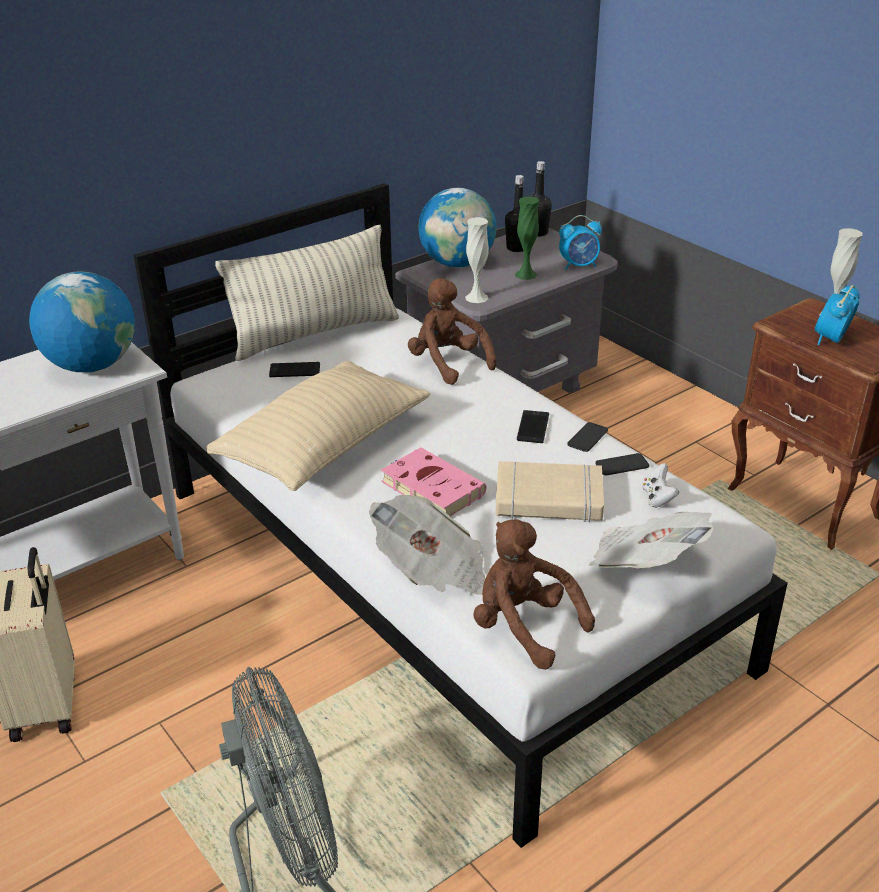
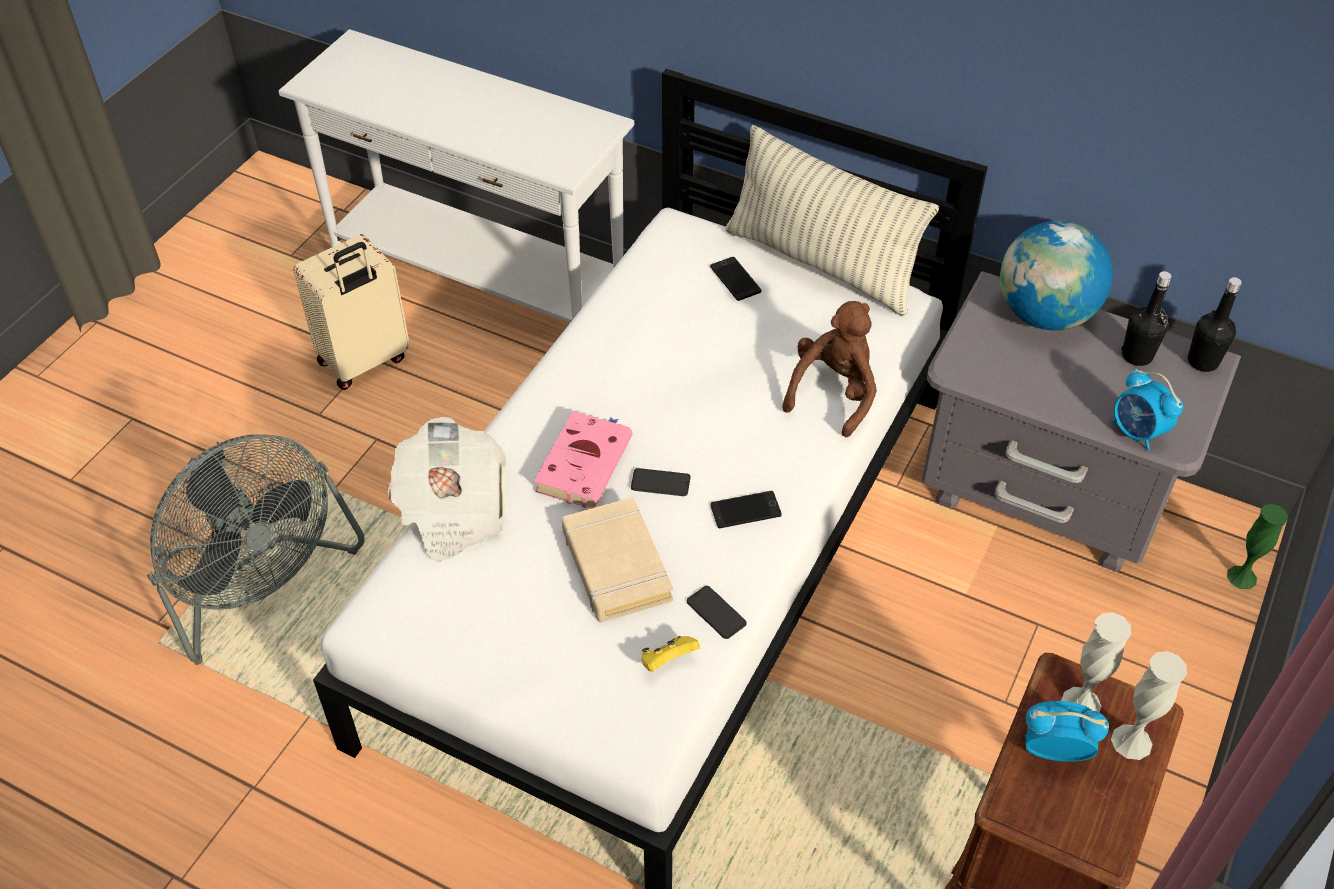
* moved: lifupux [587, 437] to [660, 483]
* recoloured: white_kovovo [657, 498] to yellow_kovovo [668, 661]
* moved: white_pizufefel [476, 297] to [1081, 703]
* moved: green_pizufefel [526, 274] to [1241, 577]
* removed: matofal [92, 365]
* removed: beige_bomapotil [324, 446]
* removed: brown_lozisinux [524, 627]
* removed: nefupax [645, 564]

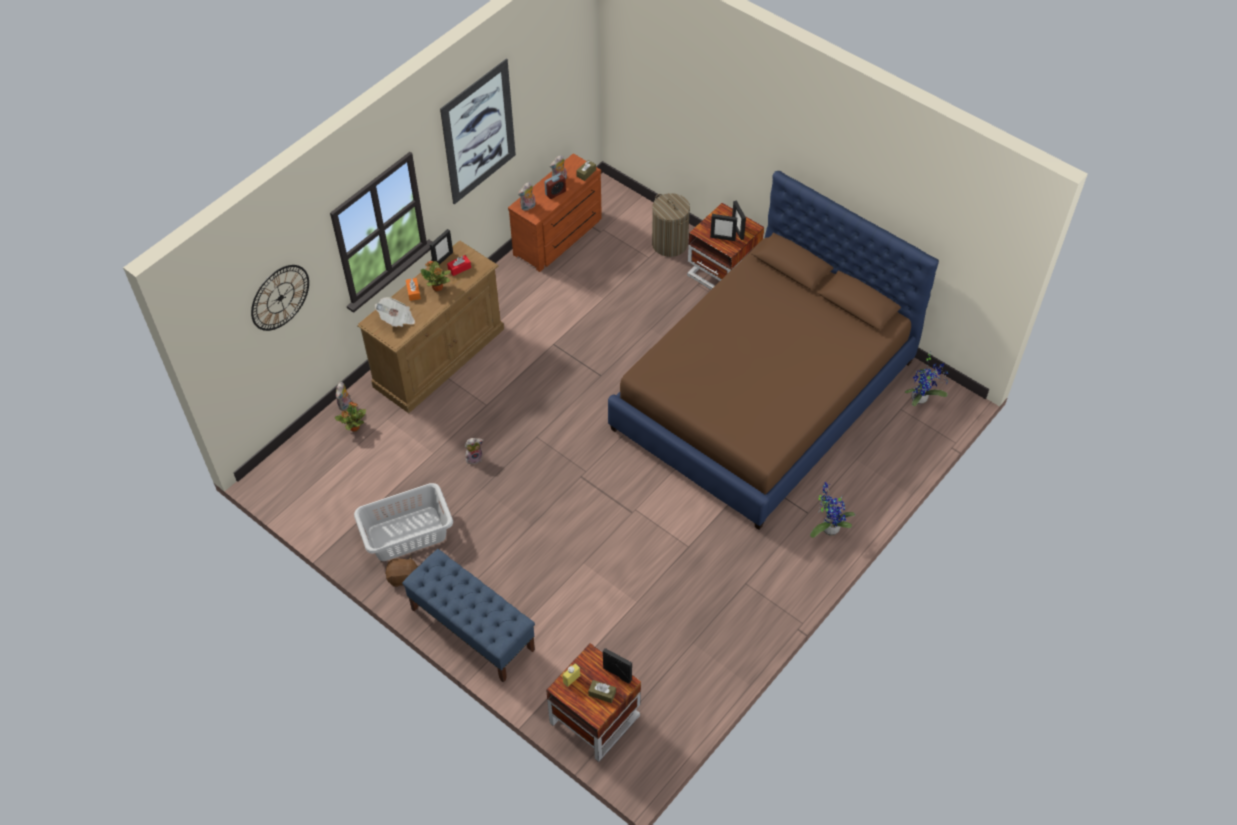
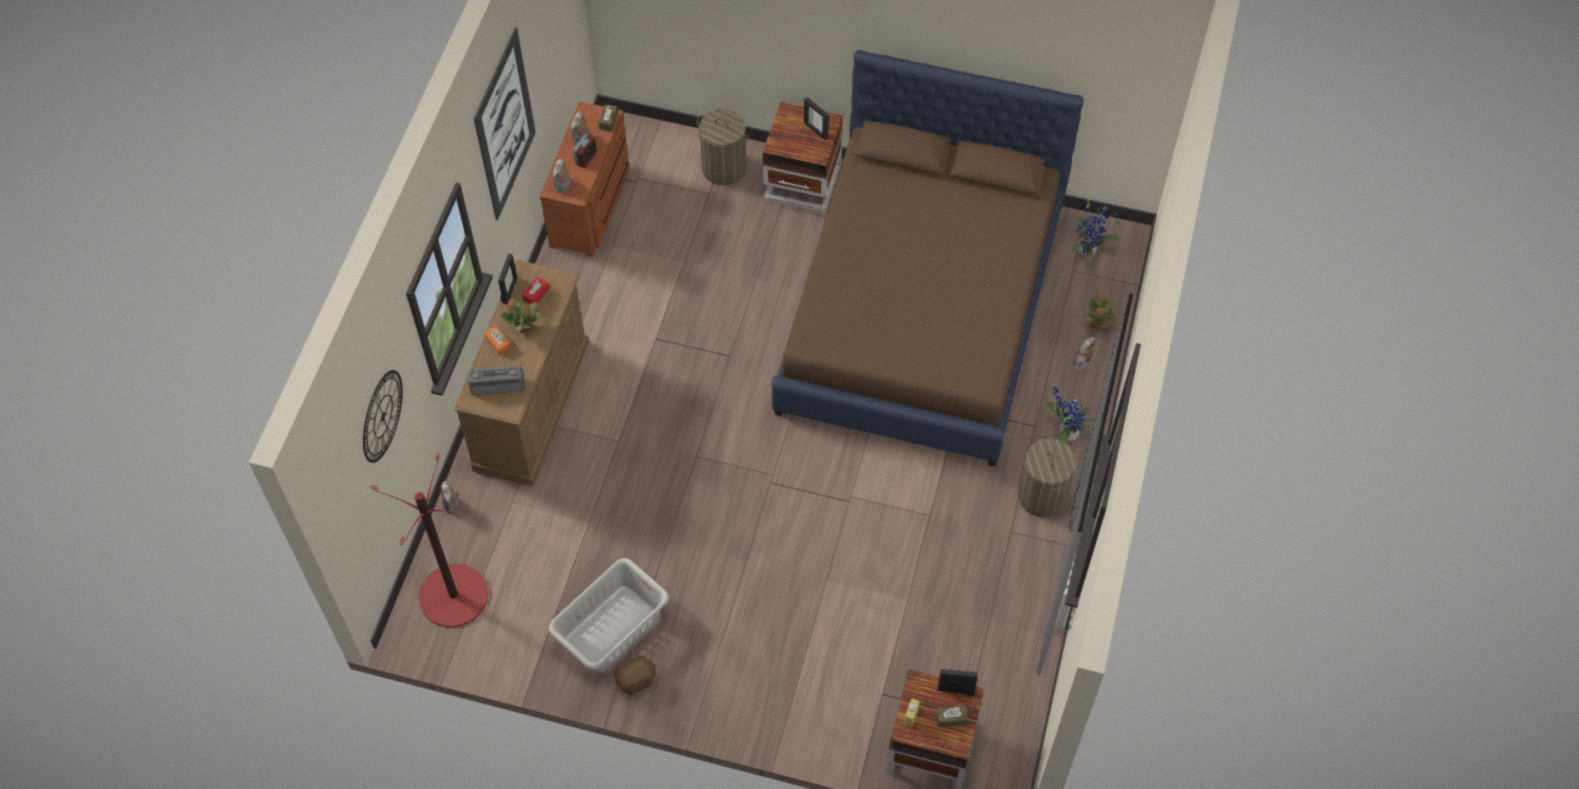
* added: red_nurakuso [453, 595]
* replaced: nefupax [397, 319] to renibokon [497, 384]
* added: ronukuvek [1042, 495]
* moved: lozisinux [474, 457] to [1081, 361]
* moved: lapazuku [354, 428] to [1096, 325]
* removed: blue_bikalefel [472, 629]
* removed: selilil [722, 237]

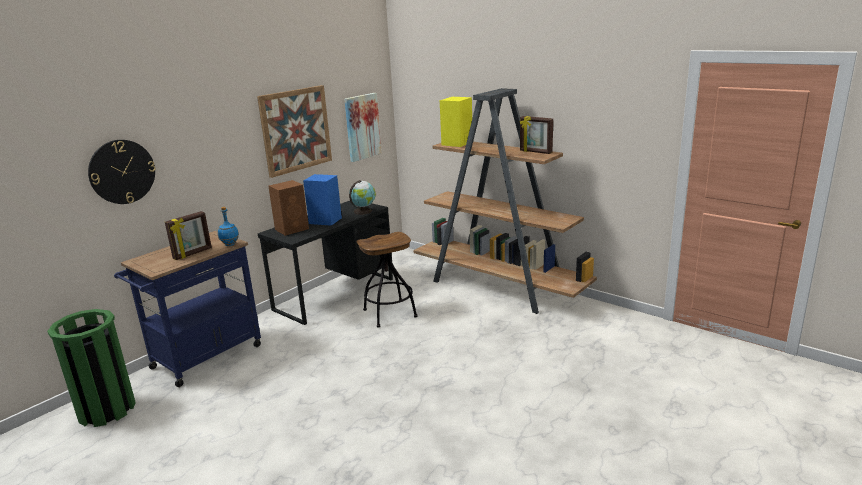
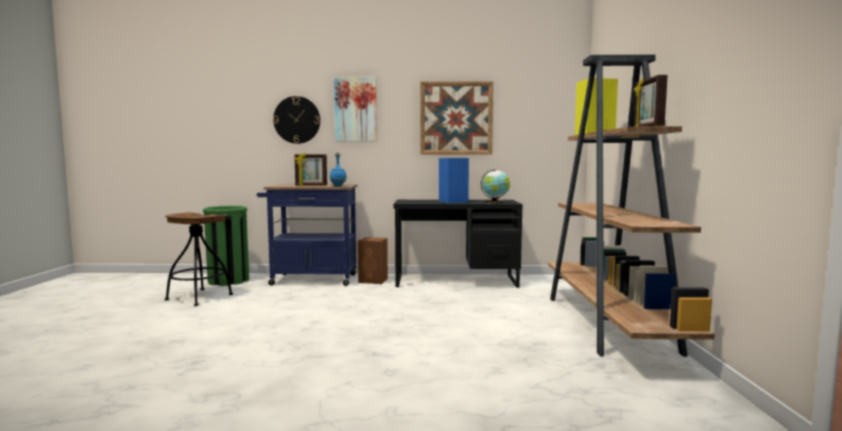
* moved: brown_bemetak [389, 313] to [199, 297]
* moved: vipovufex [362, 127] to [355, 109]
* moved: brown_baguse [292, 229] to [374, 280]

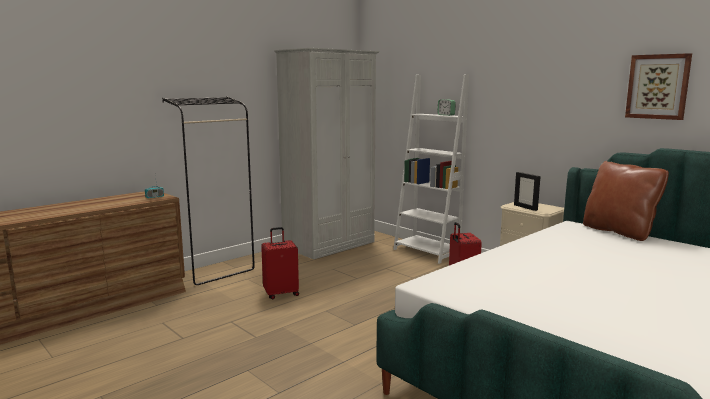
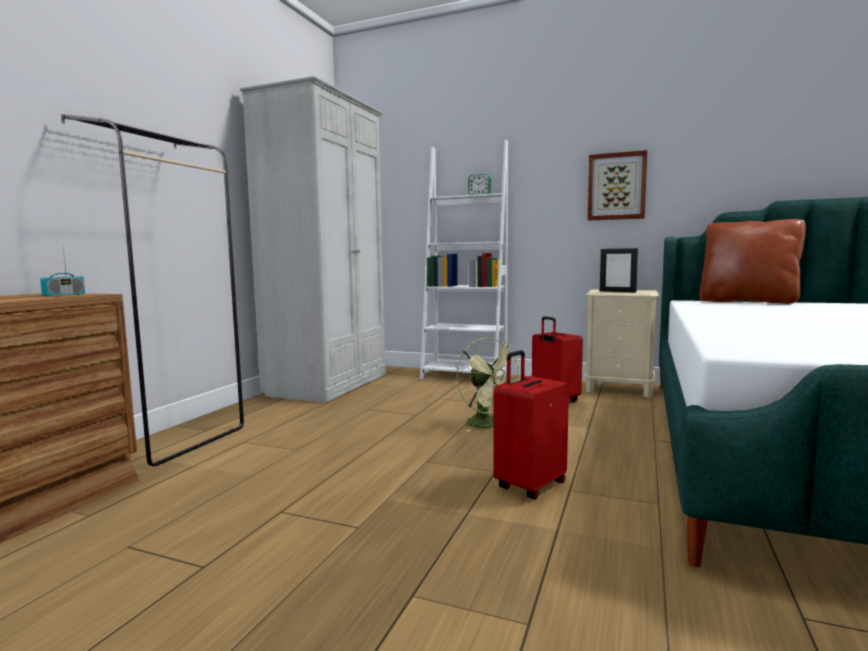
* added: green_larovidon [489, 425]
* moved: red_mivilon [281, 294] to [529, 485]
* moved: vipovufex [658, 86] to [616, 186]

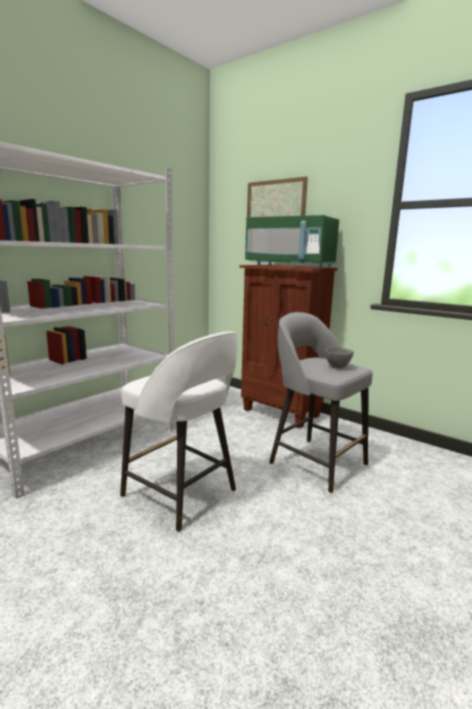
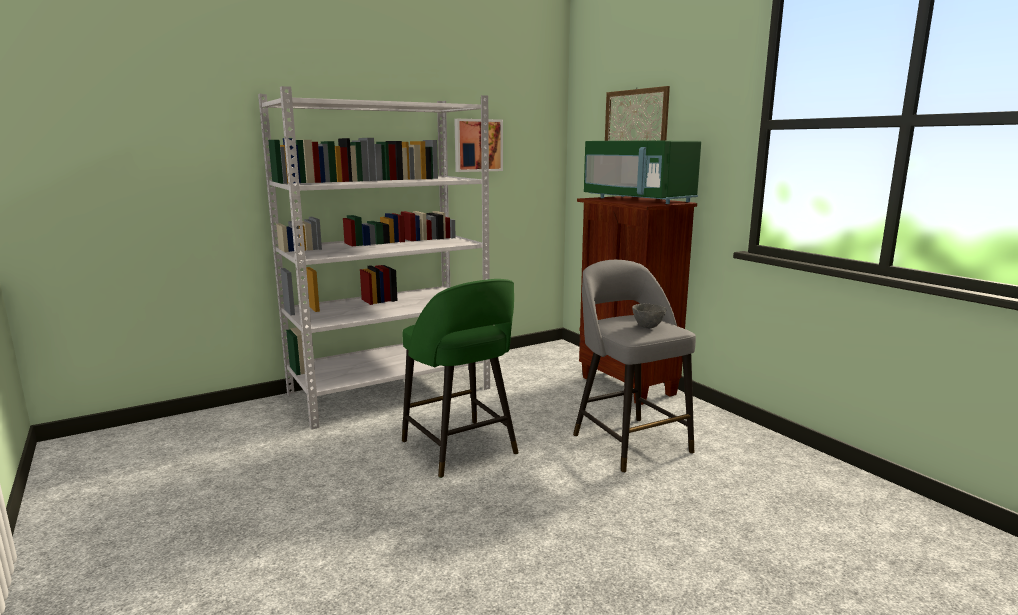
* recoloured: white_bemetak [181, 494] to green_bemetak [460, 449]
* added: vipovufex [477, 145]

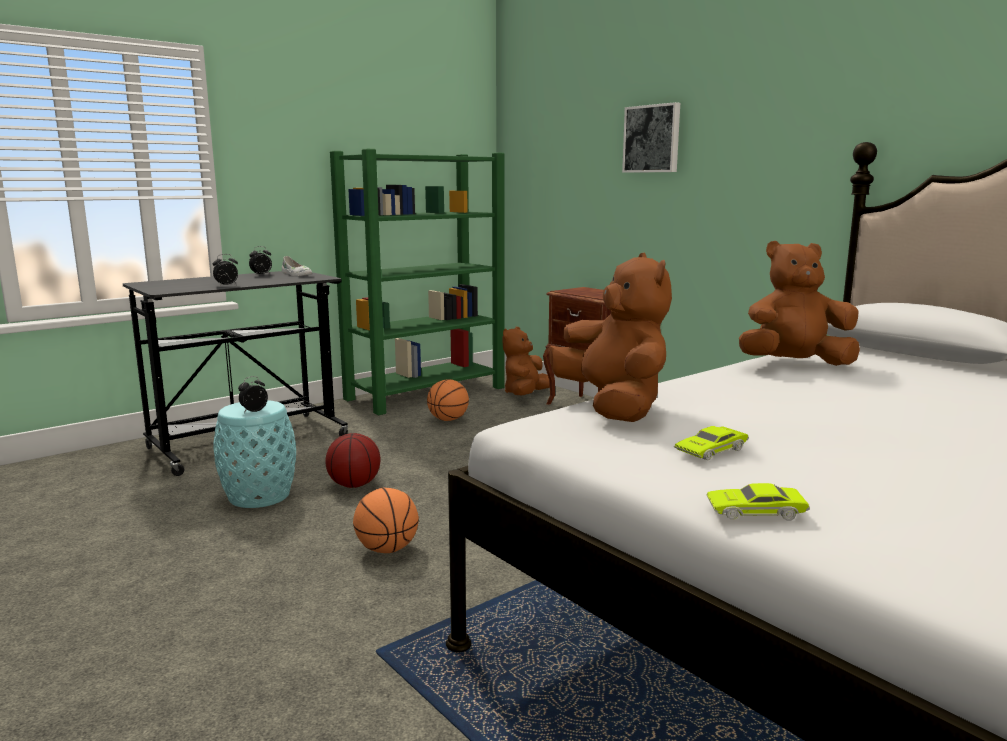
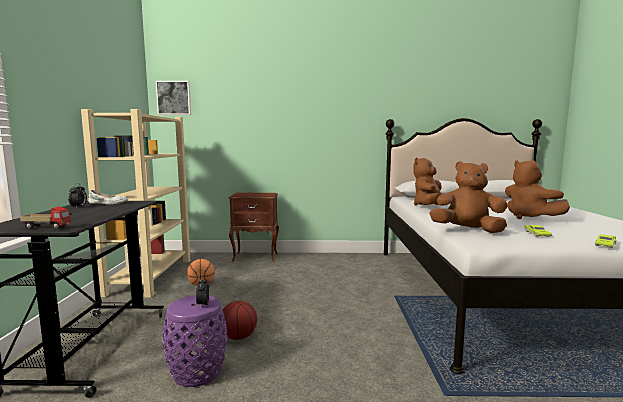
* added: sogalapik [47, 227]
* recoloured: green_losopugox [426, 393] to beige_losopugox [150, 276]
* moved: vipovufex [652, 139] to [174, 98]
* recoloured: turquoise_bemetak [259, 496] to purple_bemetak [197, 373]
* moved: brown_lozisinux [525, 394] to [529, 217]
* removed: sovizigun [227, 286]
* removed: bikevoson [387, 549]

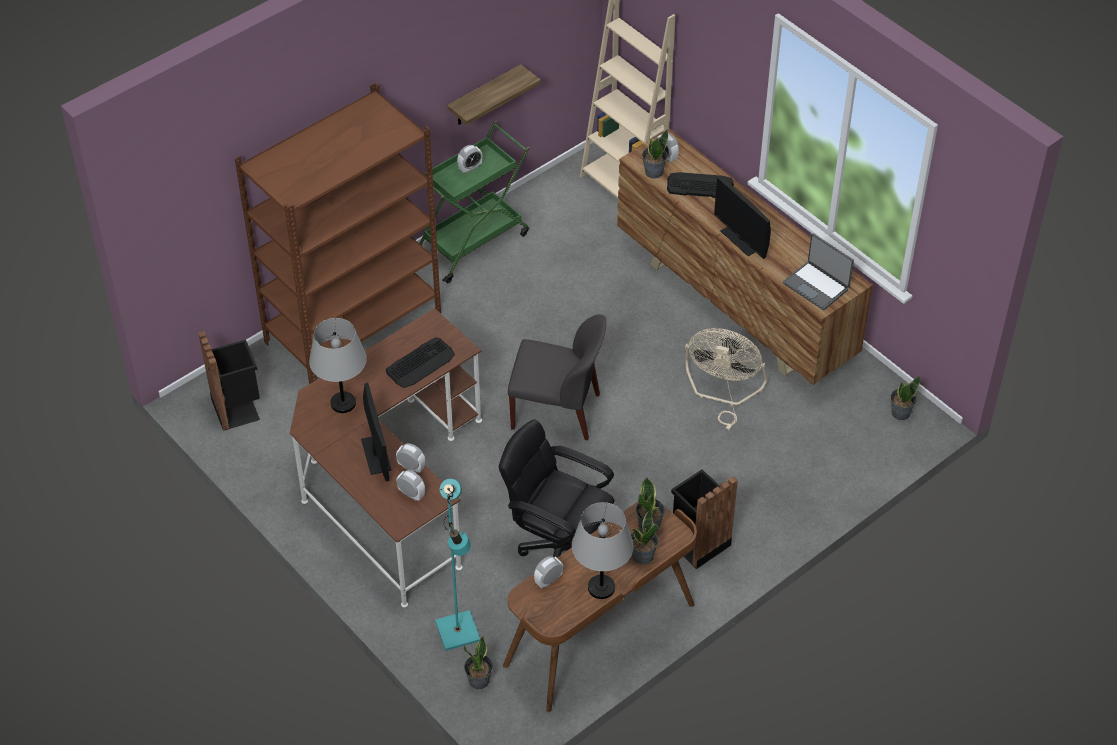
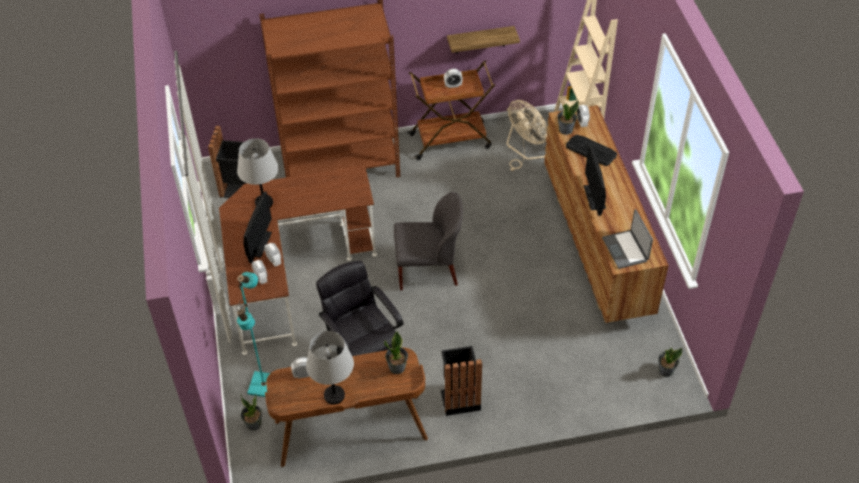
* turned: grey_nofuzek [558, 411] = [429, 270] 45 degrees counterclockwise
* recoloured: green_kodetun [472, 244] to brown_kodetun [450, 142]
* moved: beige_larovidon [722, 393] to [523, 150]
* removed: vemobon [420, 363]
* removed: lapazuku [642, 556]

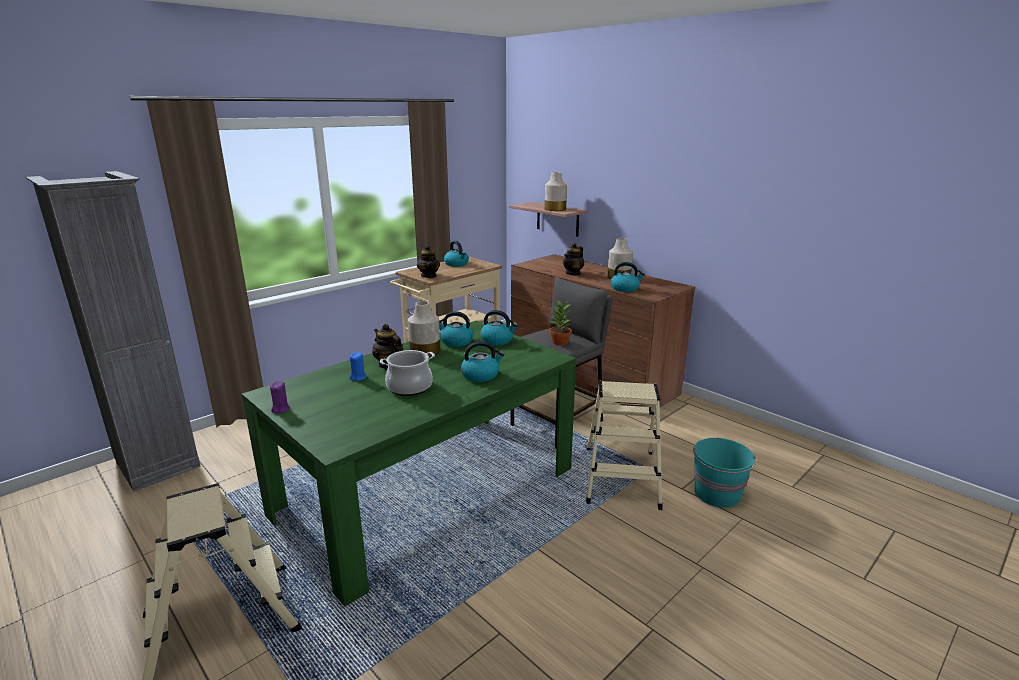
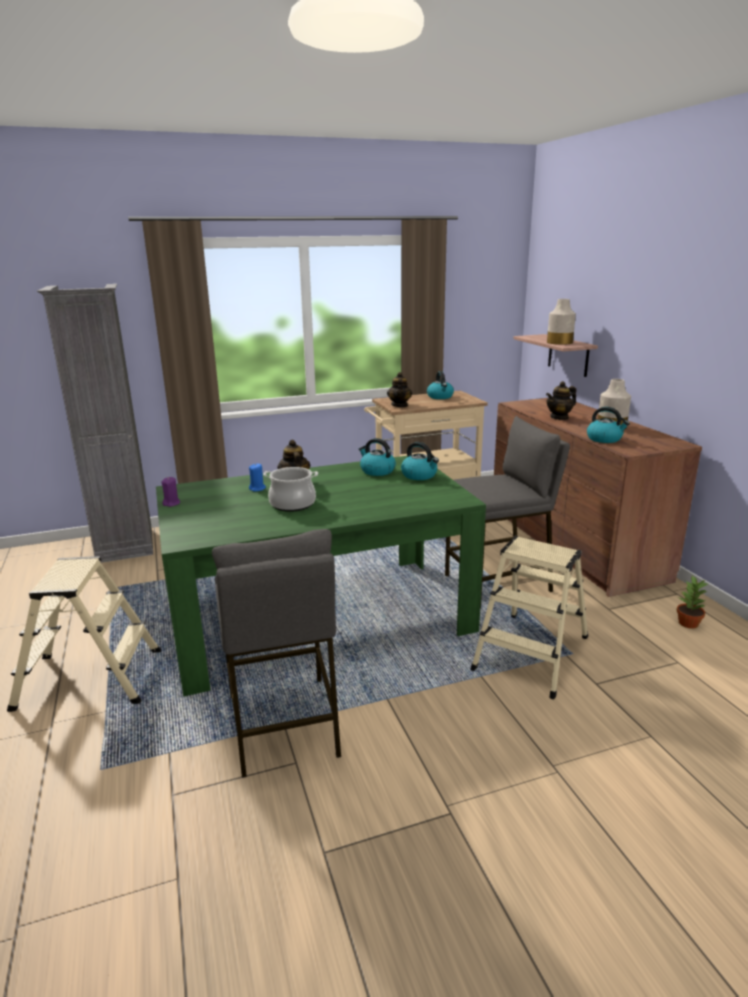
* added: grey_bemetak [283, 724]
* moved: lapazuku [560, 342] to [688, 623]
* removed: beige_pizufefel [424, 351]
* removed: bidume [481, 375]
* removed: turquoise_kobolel [717, 494]

